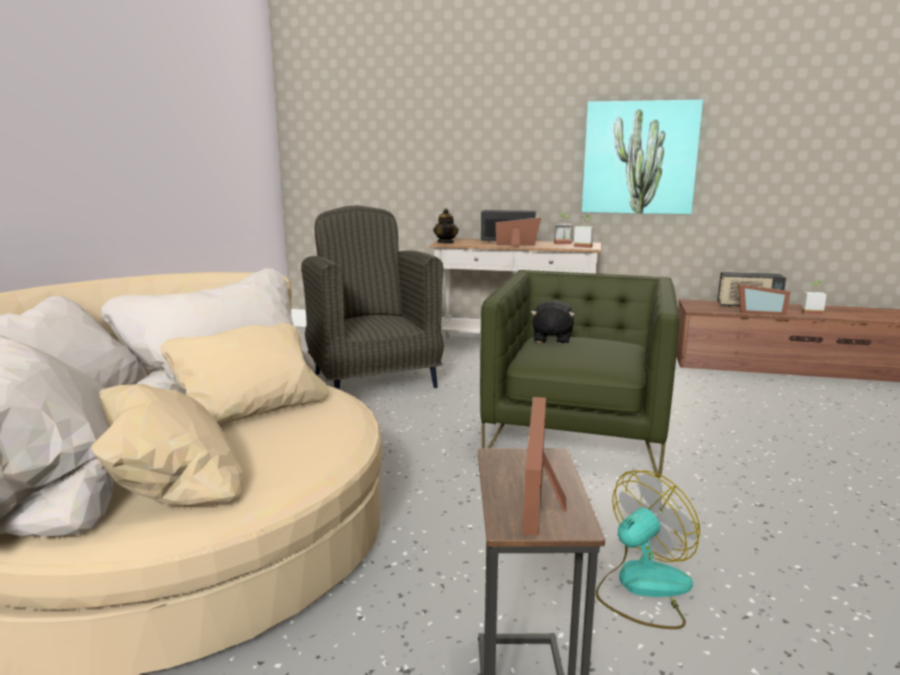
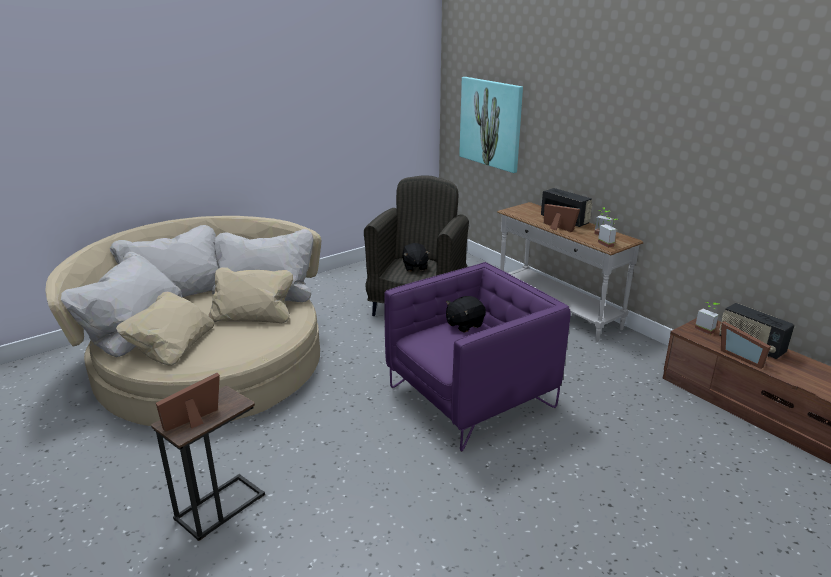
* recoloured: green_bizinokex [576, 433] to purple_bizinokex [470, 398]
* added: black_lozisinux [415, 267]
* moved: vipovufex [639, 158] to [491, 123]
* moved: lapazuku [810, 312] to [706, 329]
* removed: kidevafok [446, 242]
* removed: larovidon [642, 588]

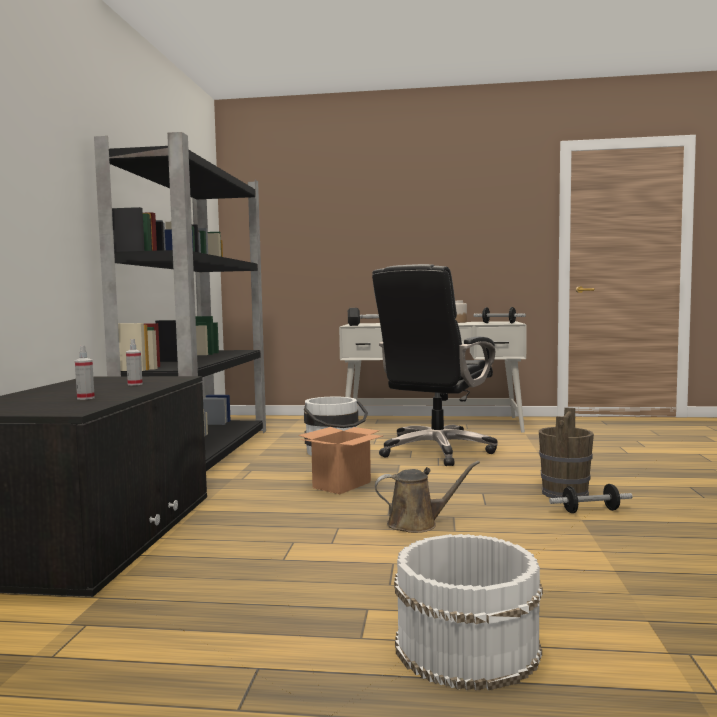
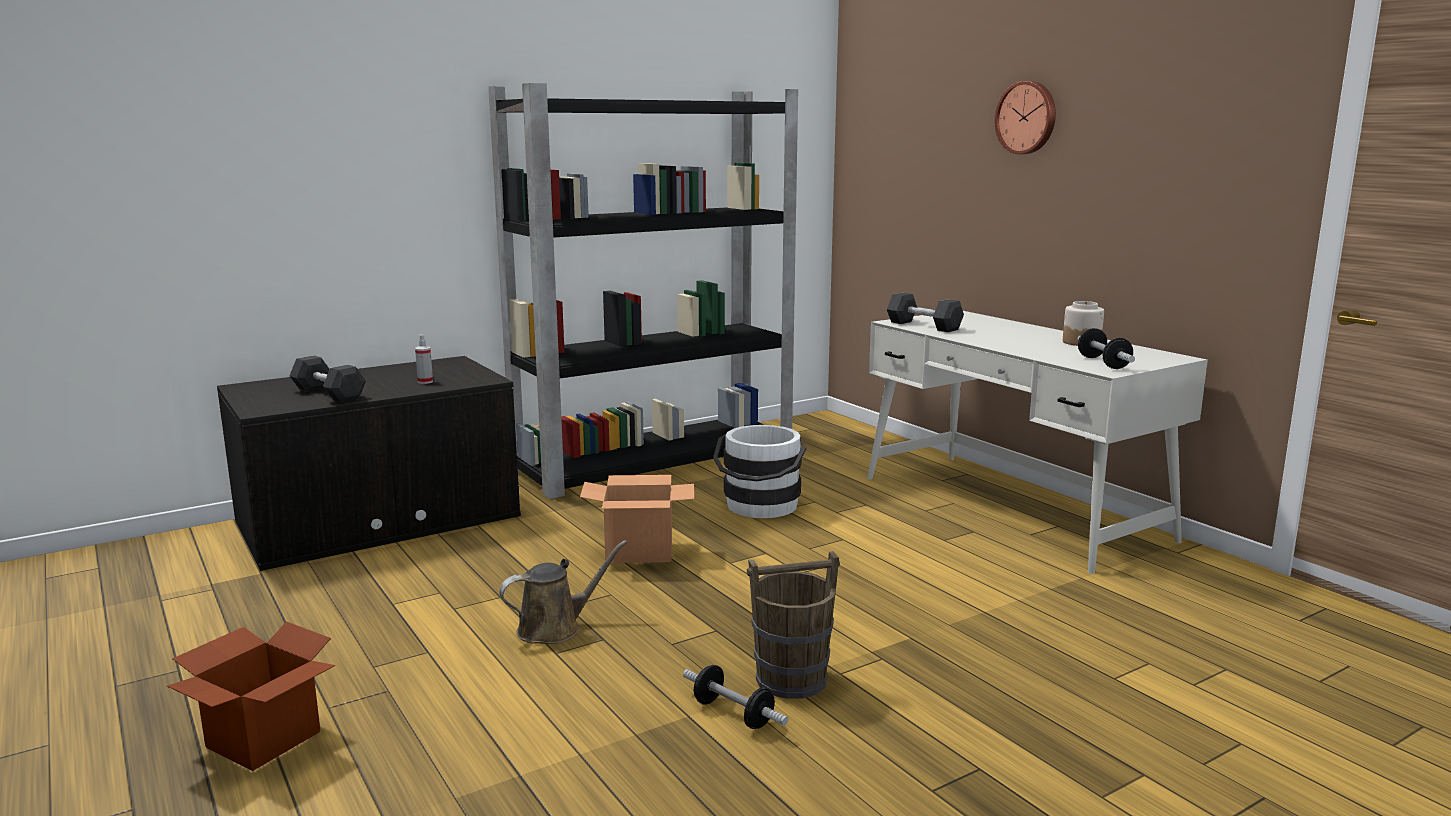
* replaced: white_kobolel [466, 646] to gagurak [263, 739]
* replaced: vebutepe [85, 398] to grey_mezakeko [328, 394]
* turned: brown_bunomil [417, 524] = [555, 628] 75 degrees counterclockwise
* added: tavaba [1027, 117]
* removed: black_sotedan [436, 451]

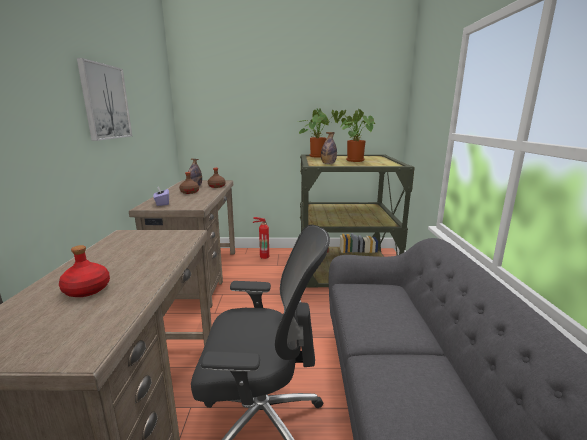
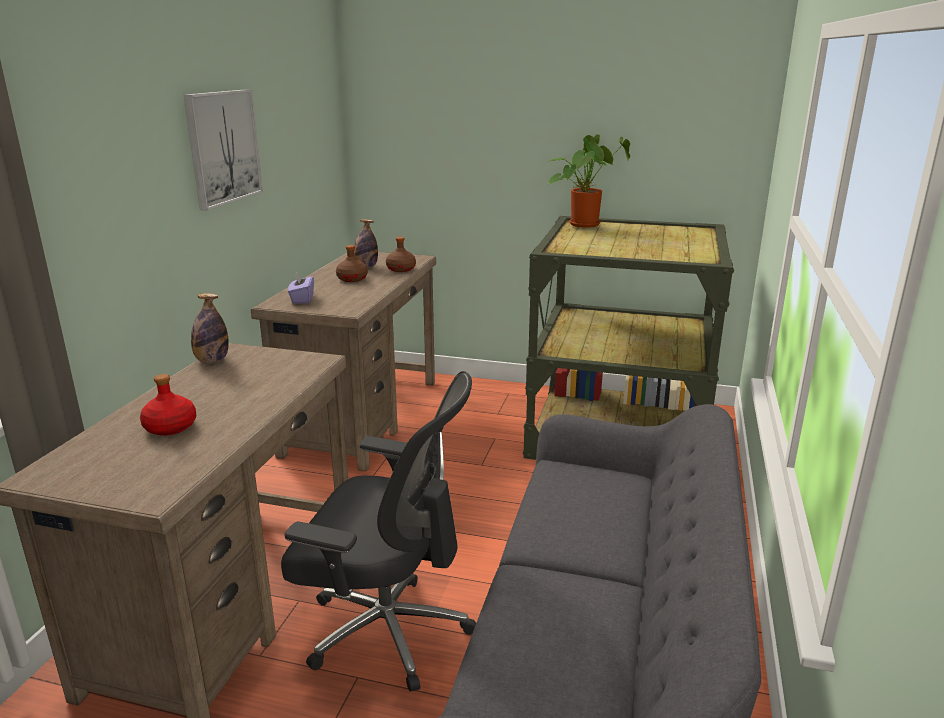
* moved: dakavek [328, 164] to [212, 361]
* removed: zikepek [264, 256]
* removed: lapazuku [353, 160]

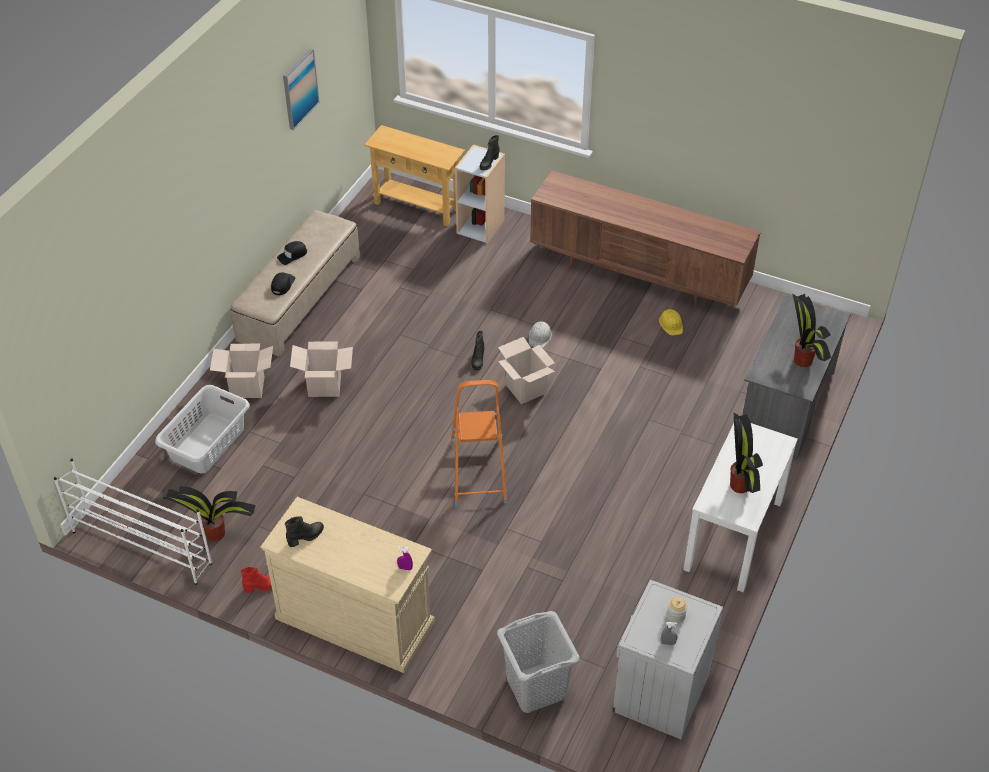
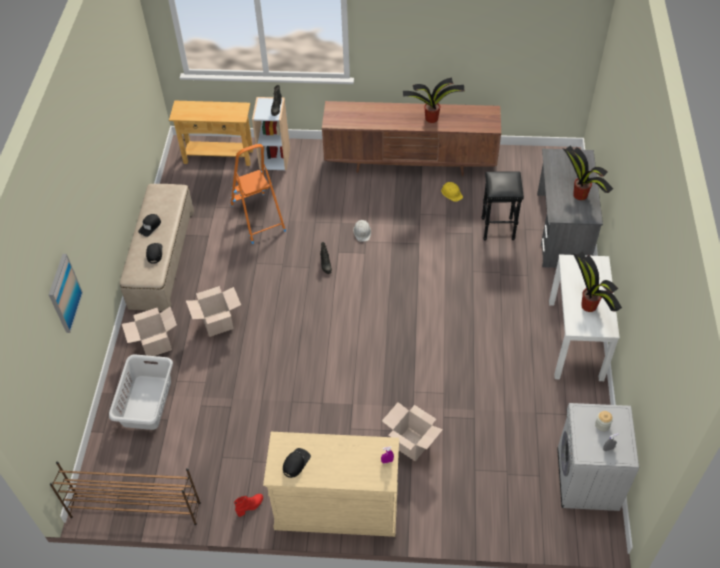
* moved: vipovufex [299, 89] to [64, 293]
* recoloured: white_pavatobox [141, 547] to brown_pavatobox [135, 509]
* moved: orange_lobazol [478, 471] to [257, 217]
* replaced: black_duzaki [306, 537] to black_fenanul [296, 463]
* moved: gagurak [525, 389] to [411, 444]
* moved: lapazuku [217, 534] to [432, 118]
* added: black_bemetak [497, 228]
* removed: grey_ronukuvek [536, 688]

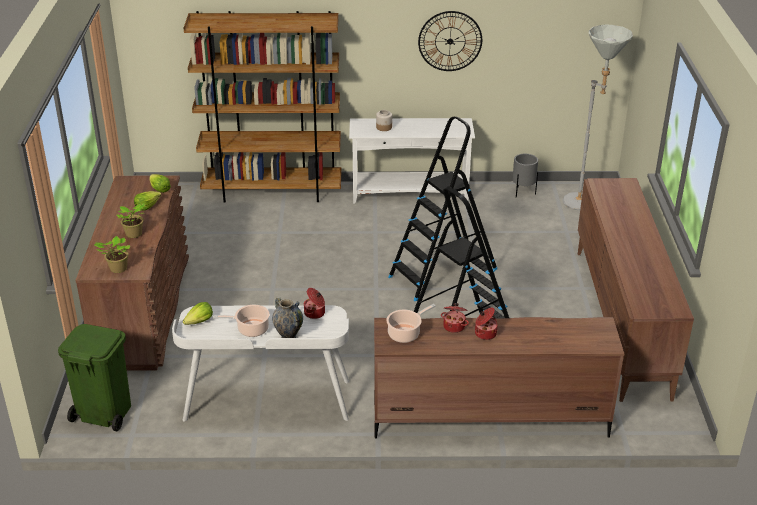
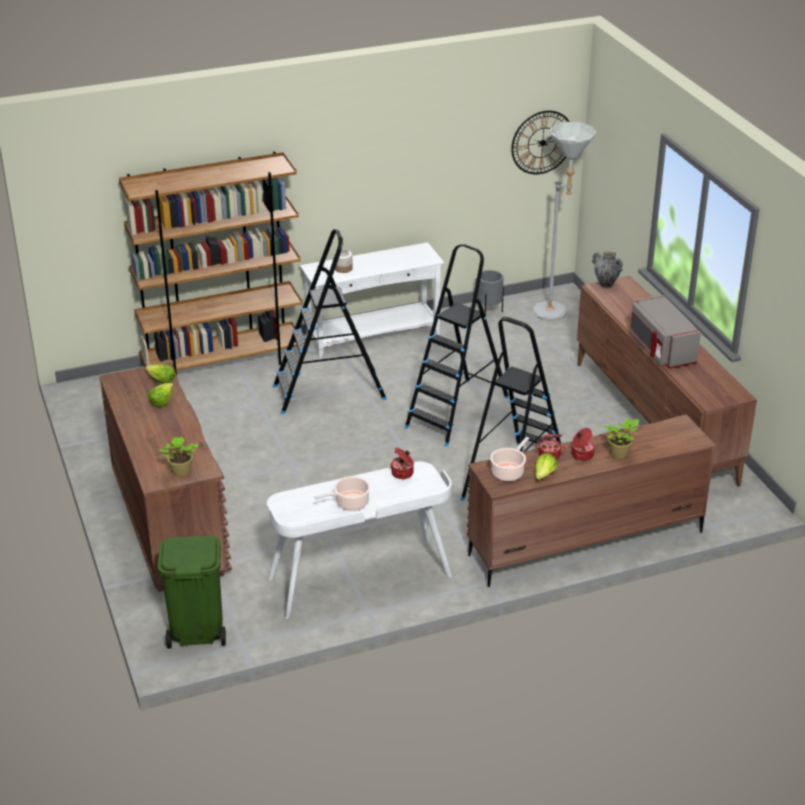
* added: black_lobazol [328, 393]
* moved: tavaba [450, 41] to [542, 142]
* moved: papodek [199, 322] to [544, 475]
* moved: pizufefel [288, 336] to [606, 285]
* moved: lapazuku [134, 234] to [620, 454]
* added: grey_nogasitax [660, 349]

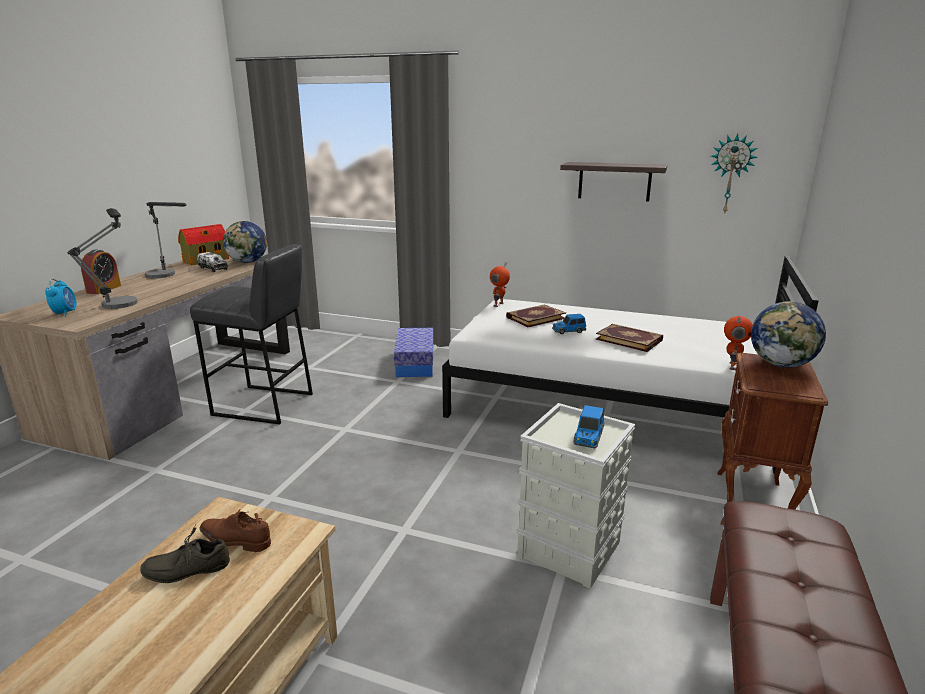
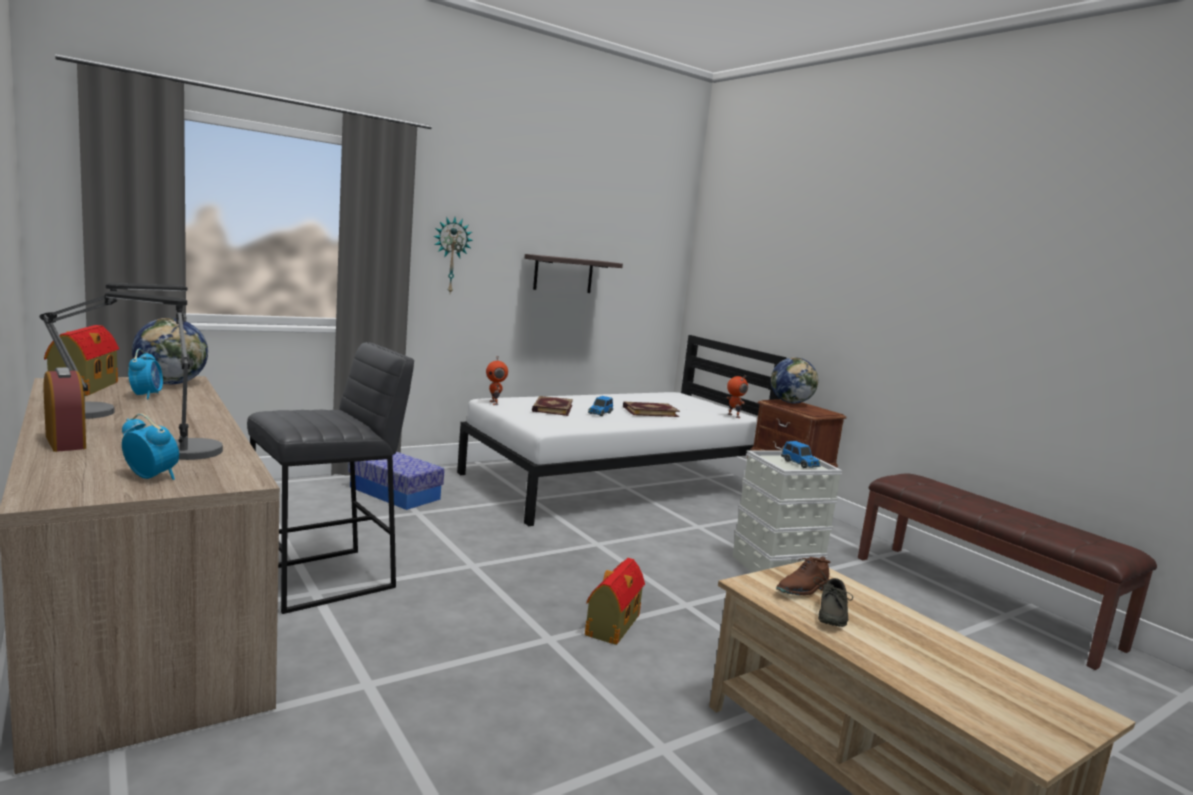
* replaced: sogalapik [213, 268] to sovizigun [146, 395]
* moved: tavaba [730, 174] to [451, 255]
* added: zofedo [612, 626]

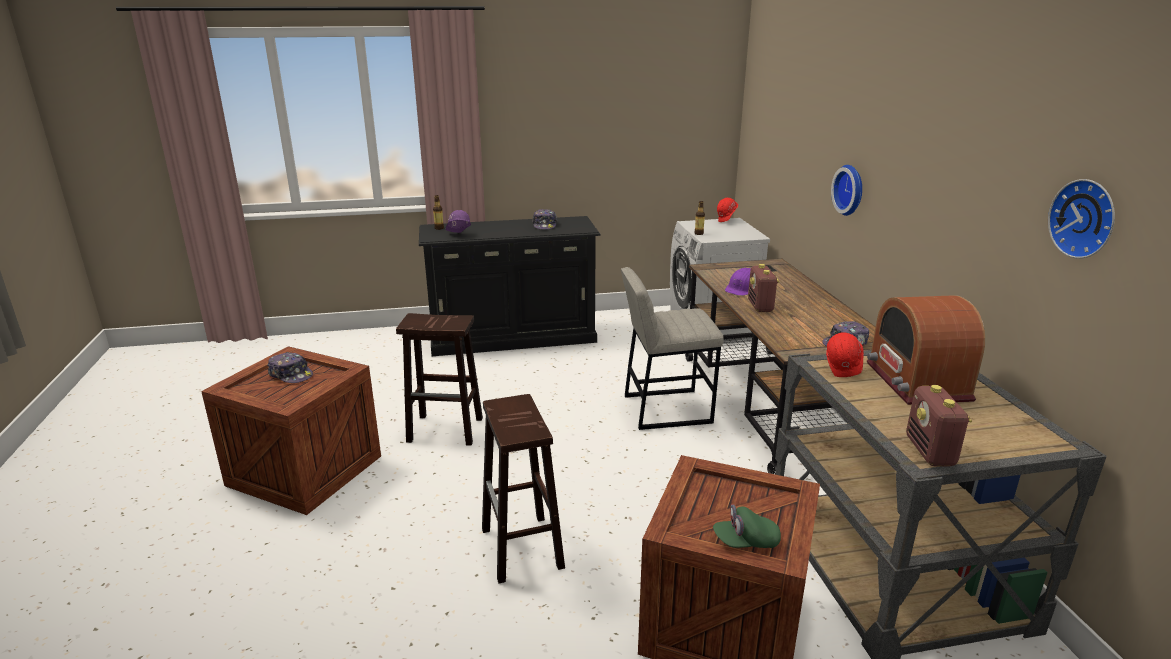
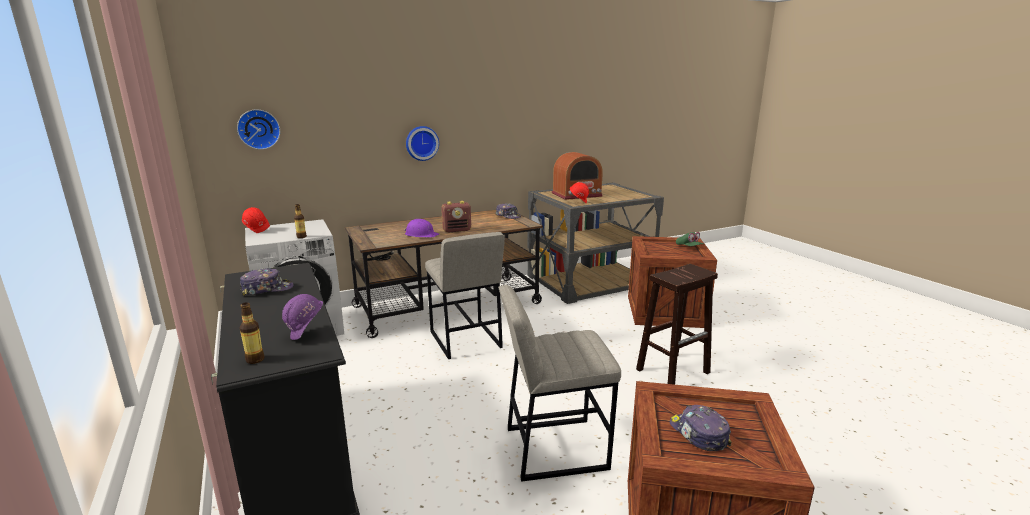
* moved: tavaba [1085, 218] to [258, 129]
* replaced: brown_bemetak [446, 430] to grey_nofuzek [553, 448]
* turned: fenanul [291, 375] = [698, 434] 45 degrees counterclockwise
* removed: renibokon [930, 452]

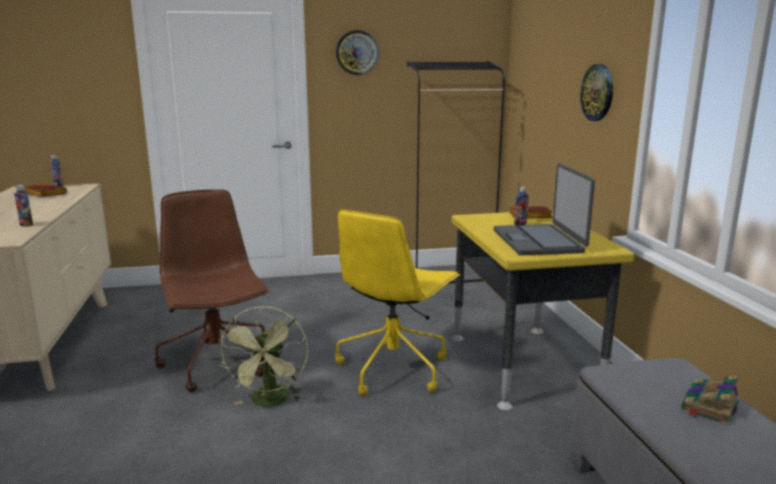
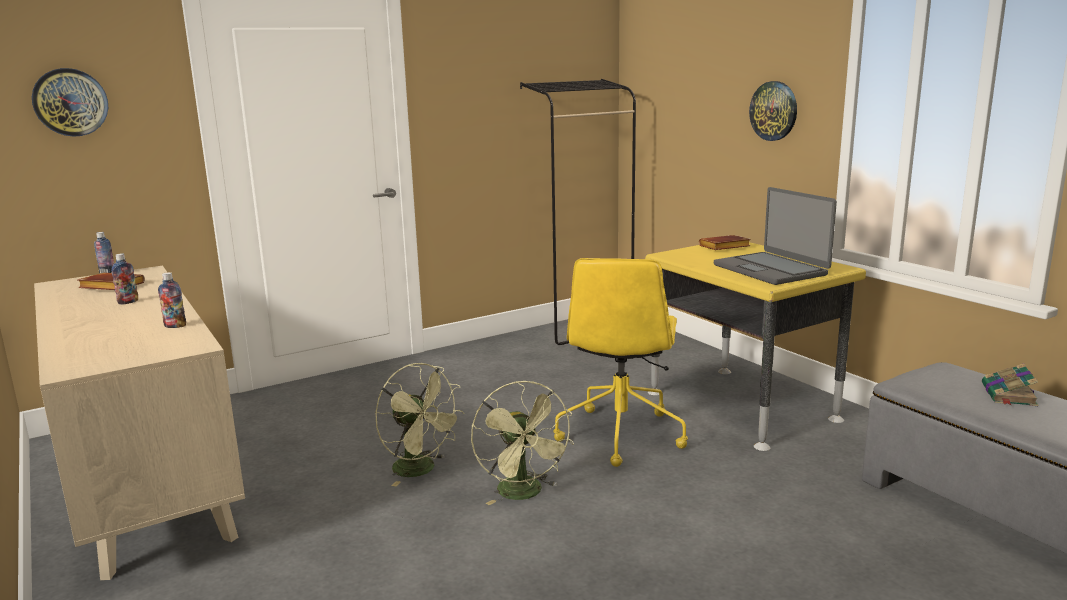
* moved: tavaba [357, 52] to [70, 102]
* moved: dakavek [520, 224] to [128, 302]
* replaced: brown_sotedan [218, 366] to green_larovidon [421, 470]

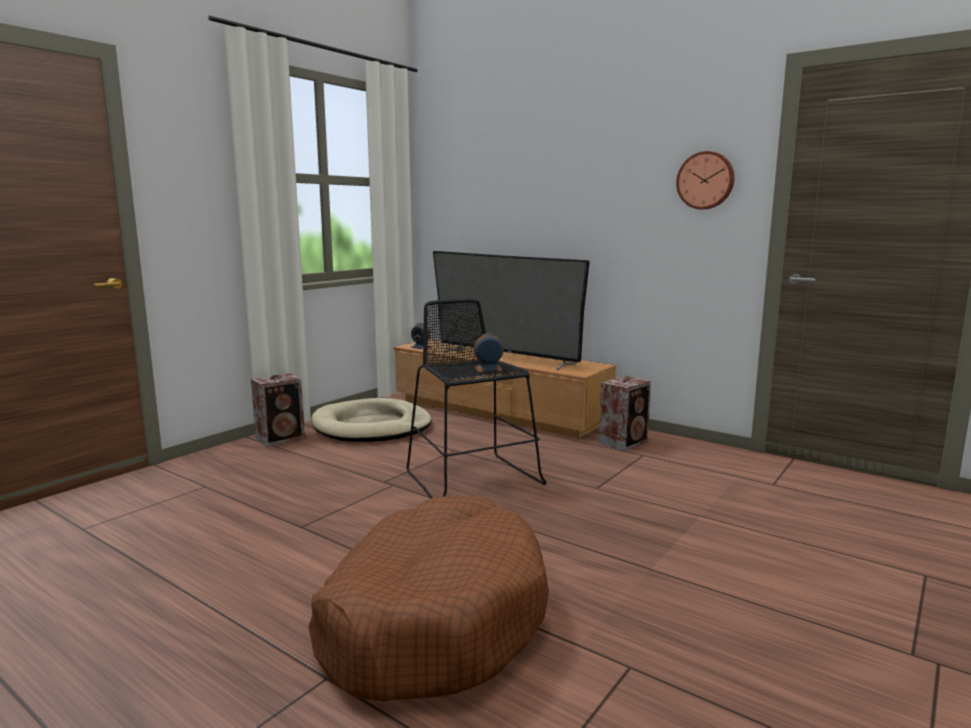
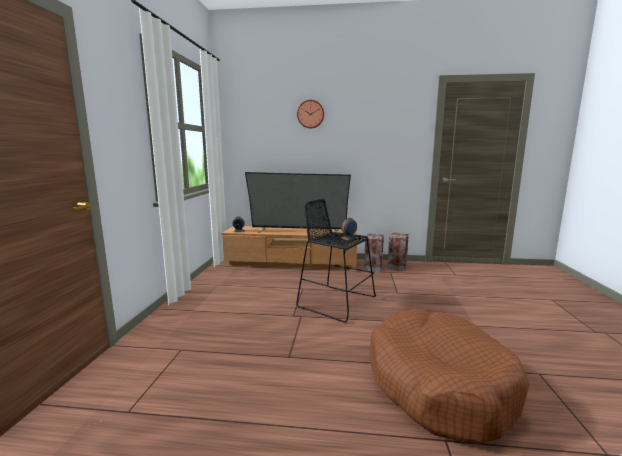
* moved: tavaba [705, 180] to [310, 114]
* moved: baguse [282, 438] to [397, 266]
* removed: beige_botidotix [372, 427]

